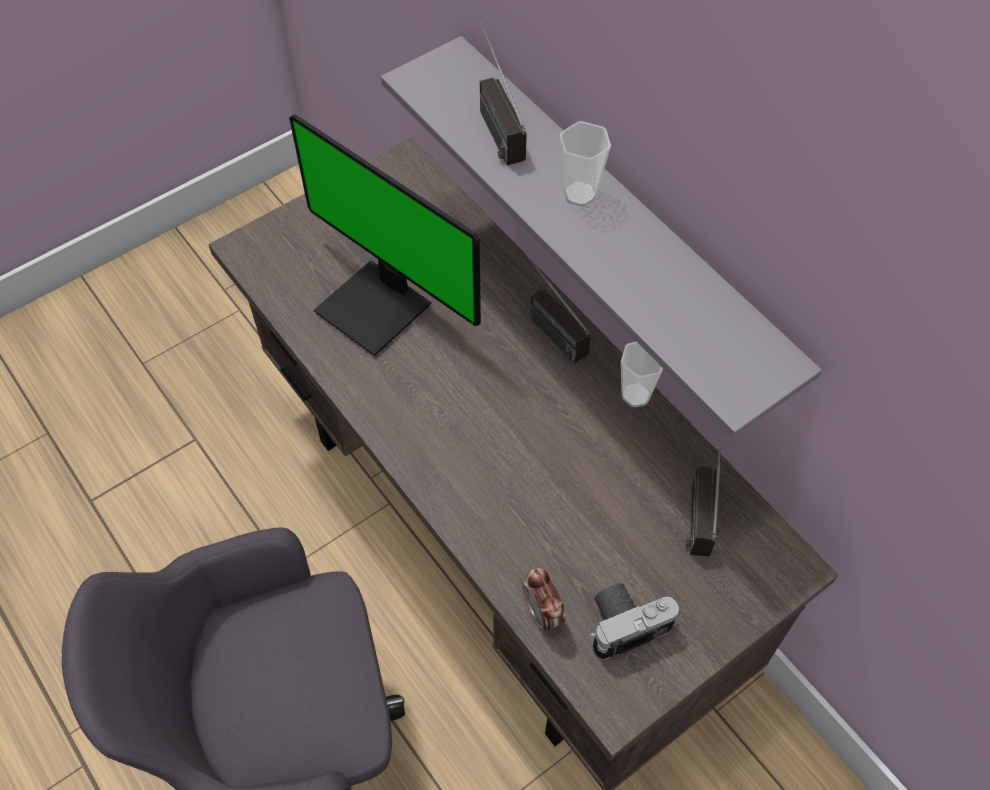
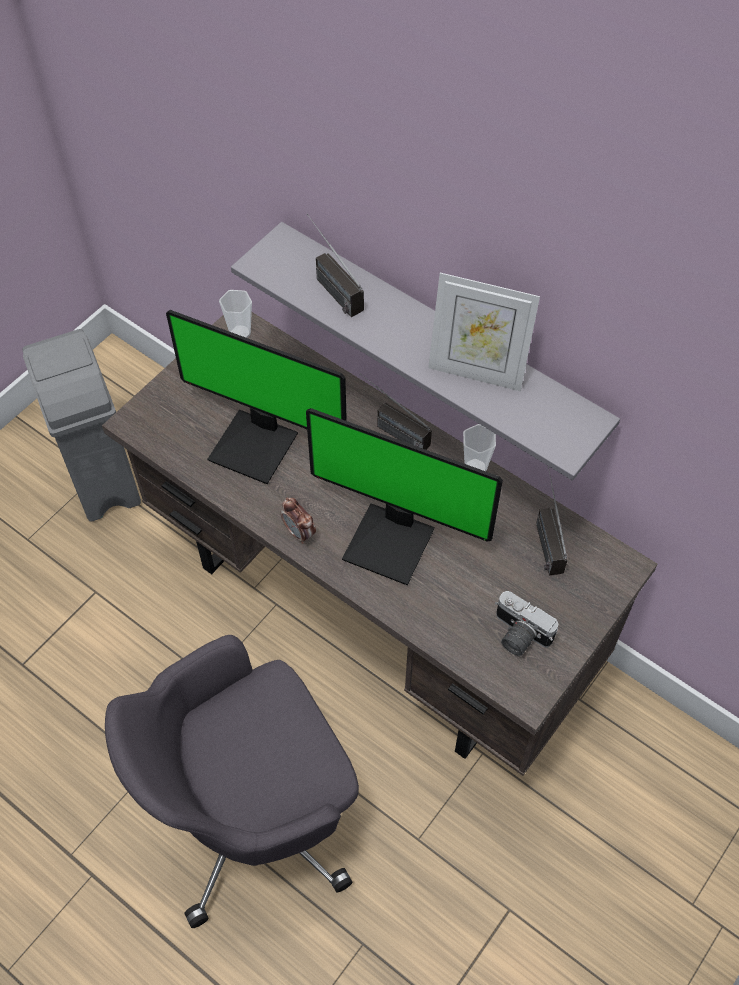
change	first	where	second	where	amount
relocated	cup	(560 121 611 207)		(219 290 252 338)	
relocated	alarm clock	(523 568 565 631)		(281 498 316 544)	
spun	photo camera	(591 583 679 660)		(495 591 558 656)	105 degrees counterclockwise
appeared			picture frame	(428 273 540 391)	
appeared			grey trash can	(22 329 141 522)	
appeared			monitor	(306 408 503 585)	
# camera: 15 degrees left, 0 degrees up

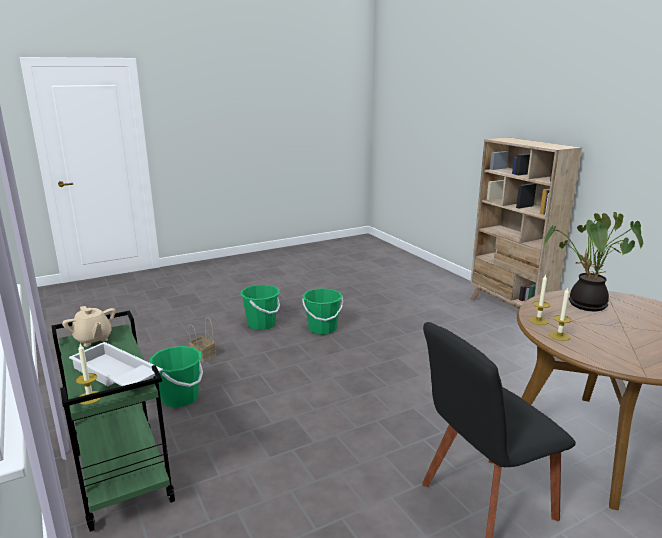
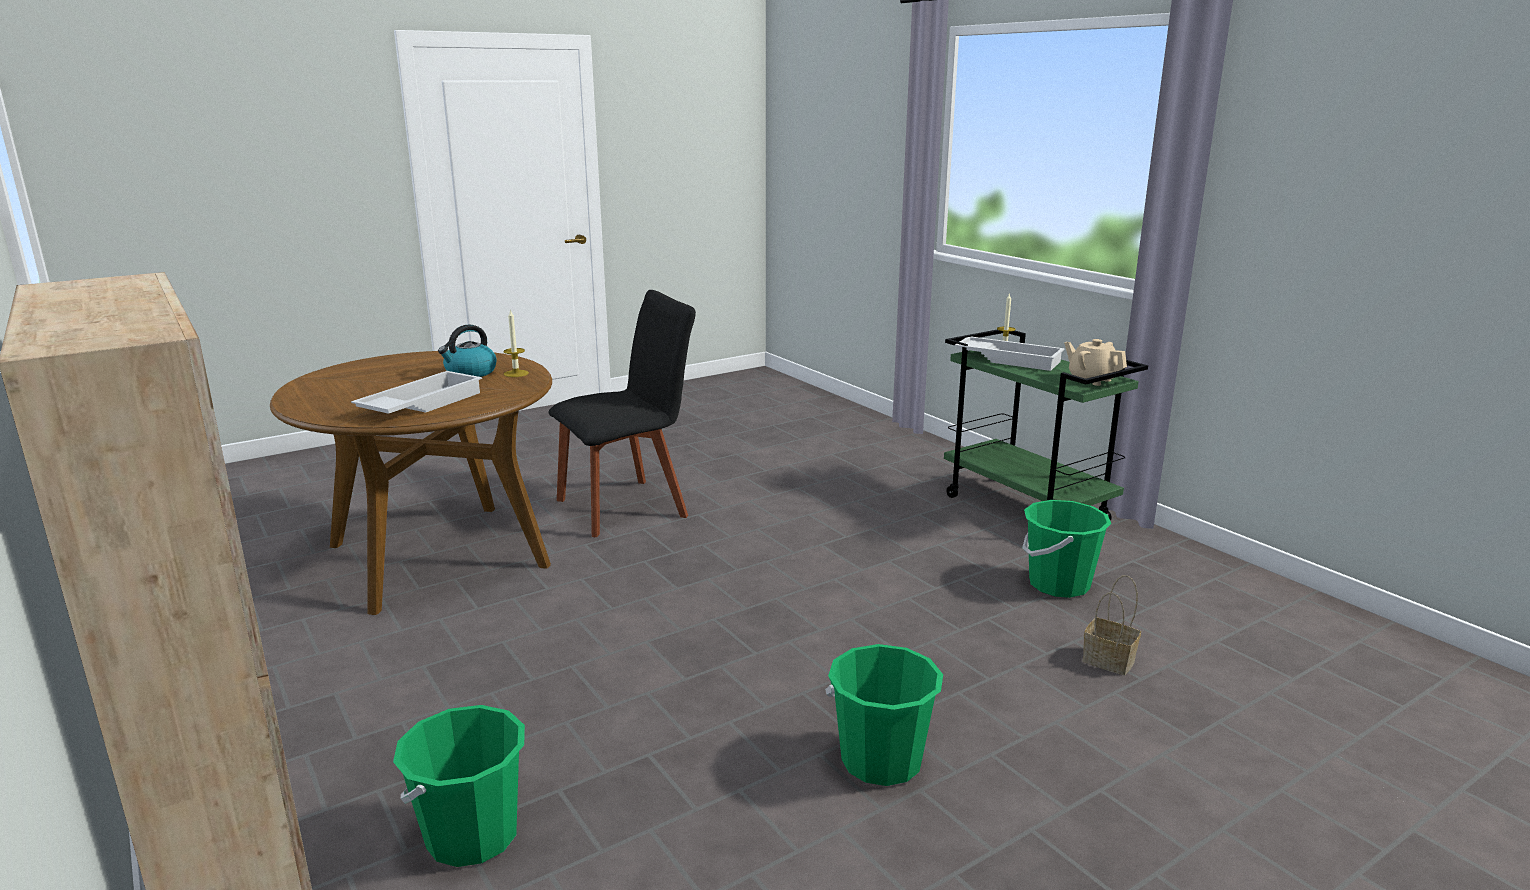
change	first	where	second	where	amount
exchanged	potted plant	(543 212 643 311)	white tray	(351 371 482 414)	
missing	candle	(529 275 550 325)			
relocated	green bucket	(241 285 280 330)		(393 705 525 867)	
appeared			kettle	(438 324 497 377)	
# camera: 175 degrees right, 0 degrees up

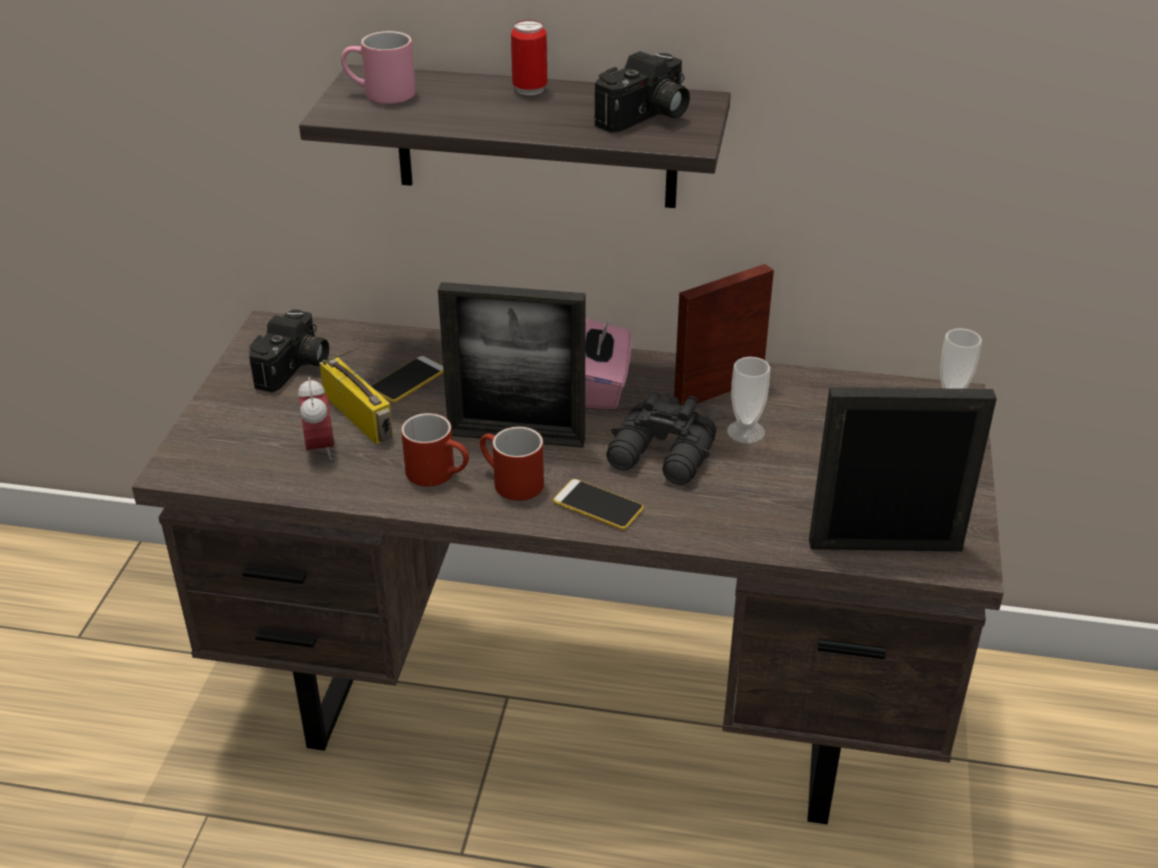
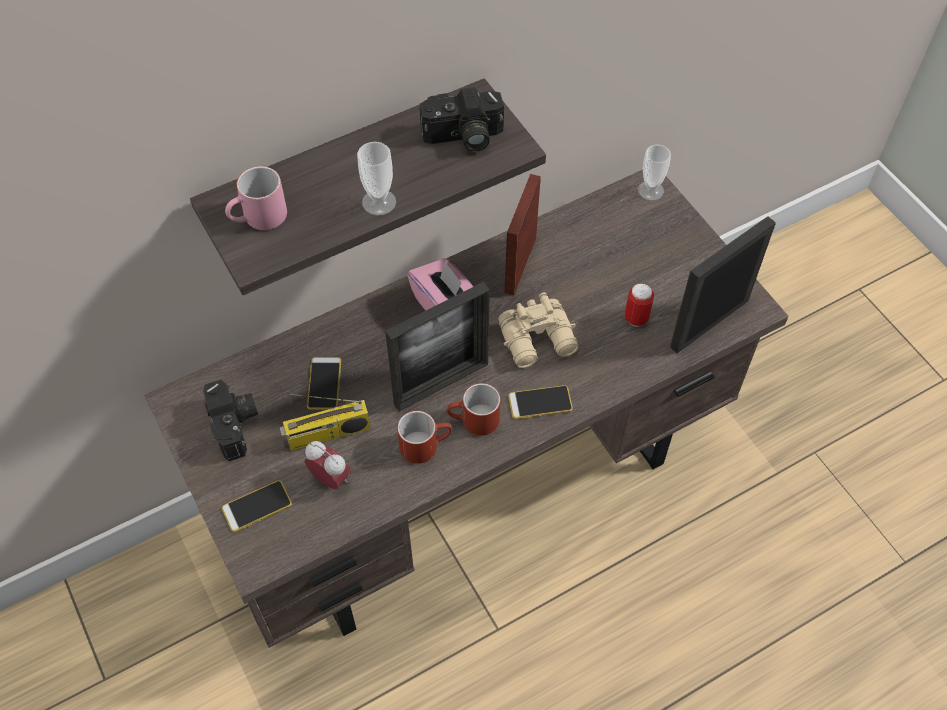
change	first	where	second	where	amount
relocated	can	(511 20 547 95)		(624 283 654 327)	
spun	photo camera	(594 51 690 133)		(419 87 504 151)	75 degrees clockwise
spun	radio	(319 347 393 444)		(280 394 371 451)	150 degrees clockwise
relocated	cup	(727 357 770 444)		(357 142 396 216)	
colour	black binoculars	(606 393 716 485)	beige binoculars	(498 293 579 368)	
appeared			phone	(222 480 292 532)	
# camera: 40 degrees left, 20 degrees up

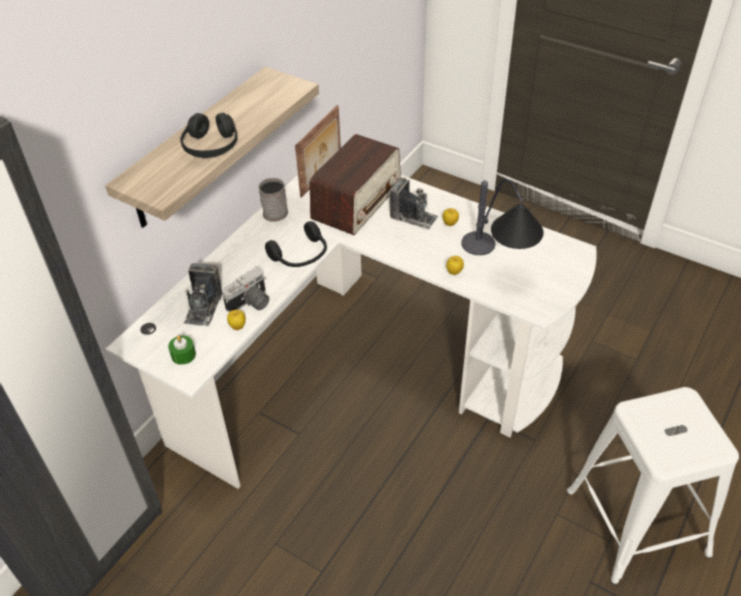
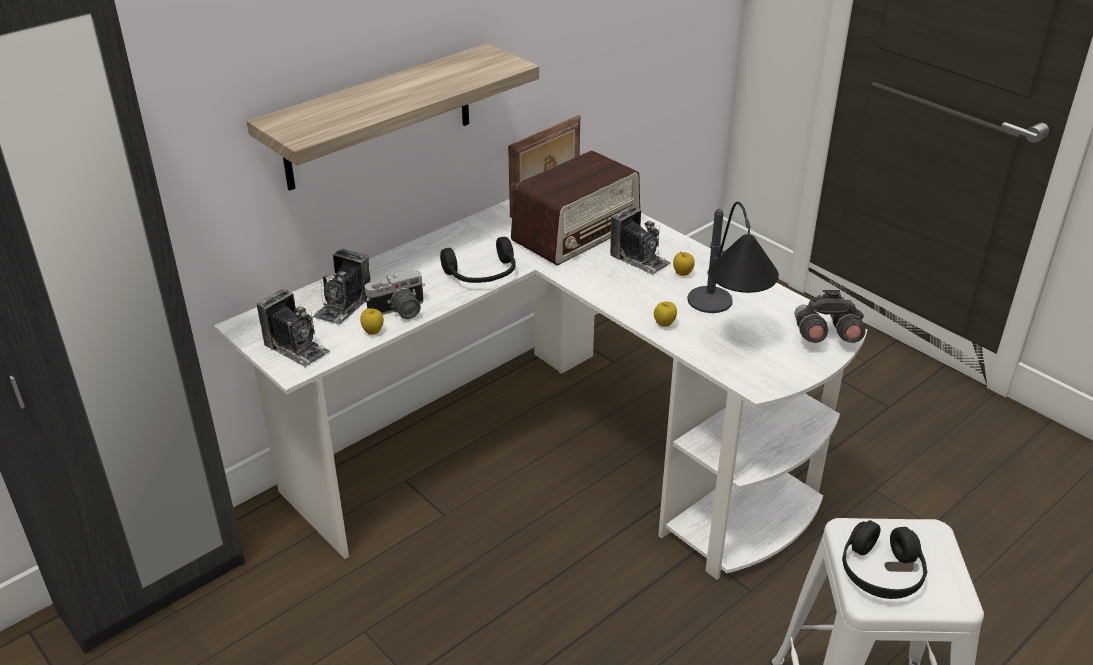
change	first	where	second	where	amount
relocated	black headphones	(180 112 237 158)		(842 520 927 599)	
missing	grey mug	(258 178 288 222)			
exchanged	green candle	(168 335 196 365)	photo camera	(257 289 330 368)	
appeared			grey binoculars	(794 290 866 343)	
# camera: 15 degrees right, 10 degrees down

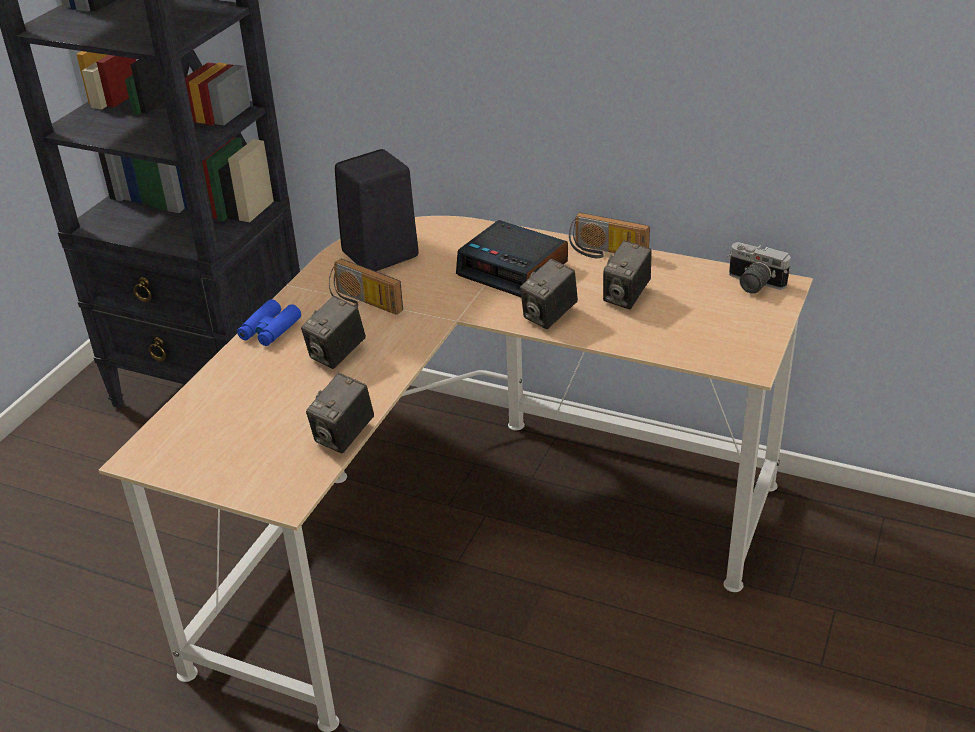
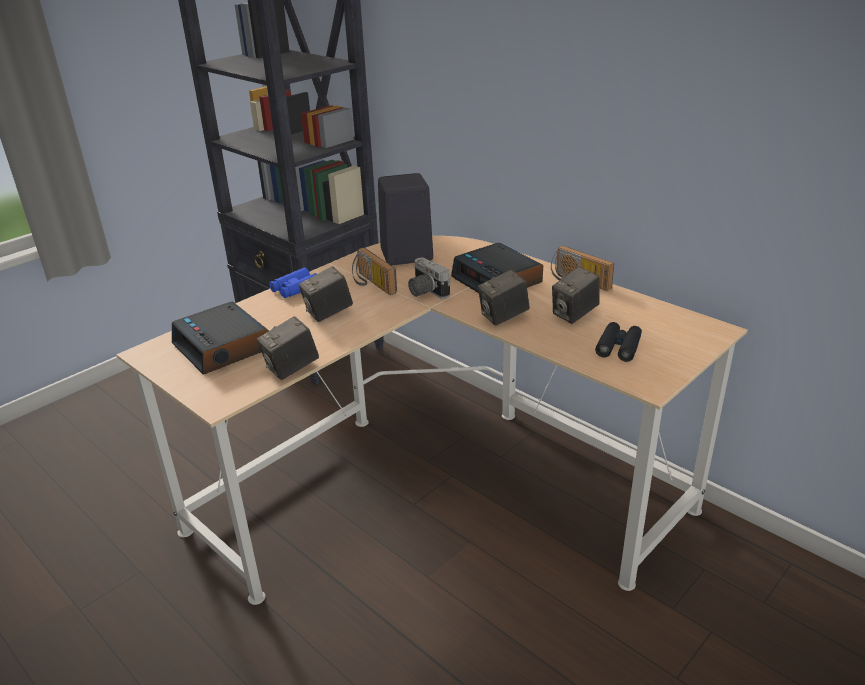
change	first	where	second	where	amount
relocated	photo camera	(728 242 791 294)		(408 258 451 299)	
appeared			alarm clock	(172 302 269 375)	
appeared			black binoculars	(595 322 642 362)	
# camera: 20 degrees right, 5 degrees down

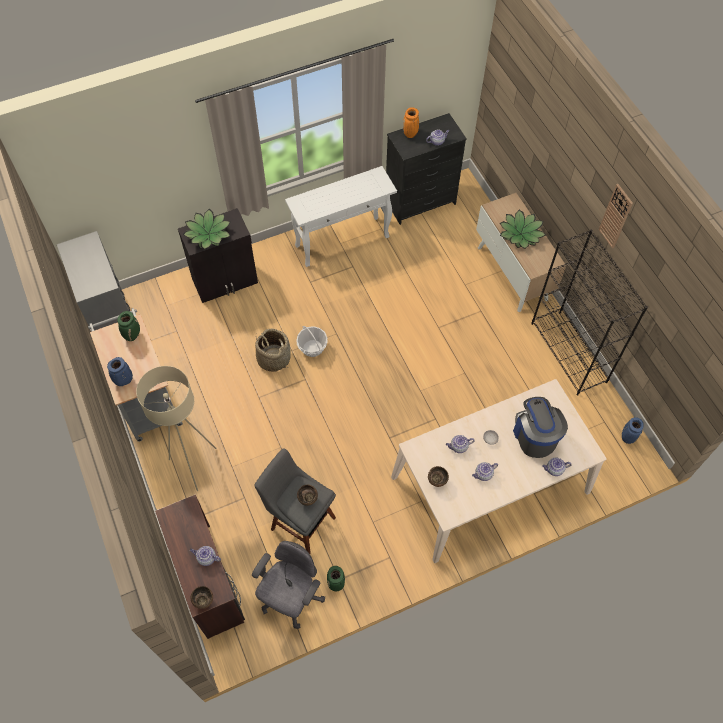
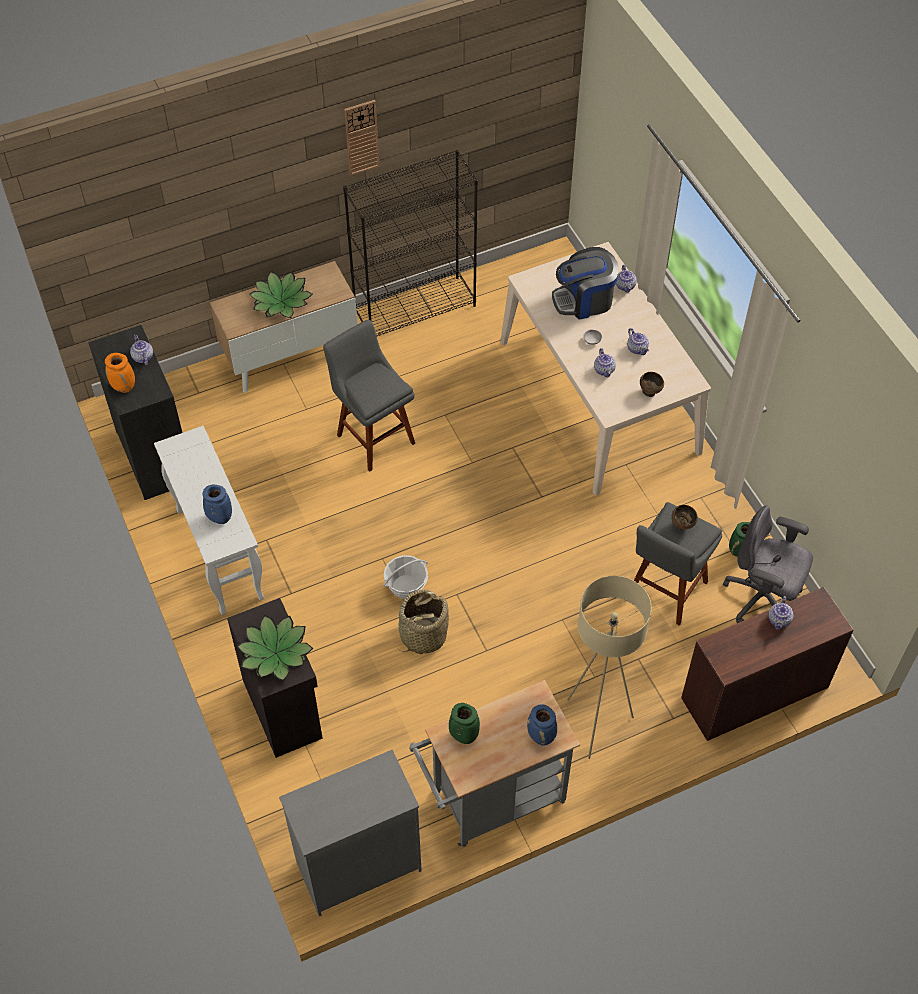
change	first	where	second	where	amount
relocated	blue vase	(622 417 643 444)		(203 485 232 524)	
missing	brown bowl	(190 586 213 609)			
appeared			grey stool	(323 320 415 471)	
# camera: 90 degrees left, 5 degrees down

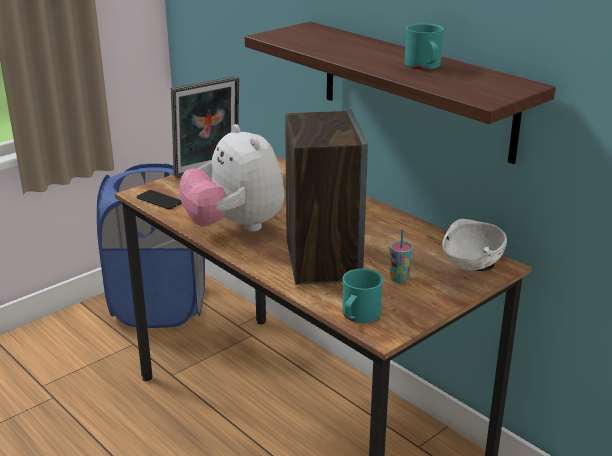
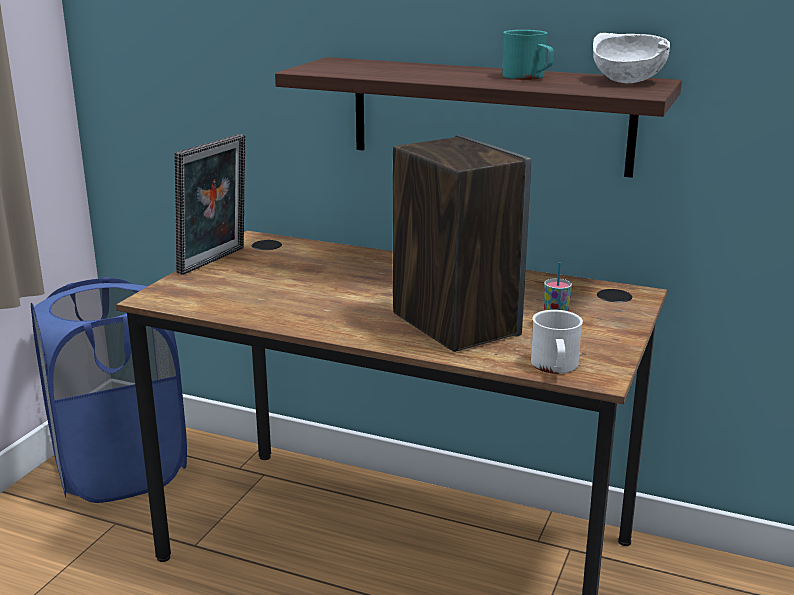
change	first	where	second	where	amount
missing	plush toy	(179 124 285 232)			
missing	phone	(137 190 182 210)			
relocated	white bowl	(442 219 507 270)		(593 33 670 83)	
colour	turquoise mug	(342 269 383 323)	white mug	(531 310 583 374)	
# camera: 25 degrees left, 5 degrees down

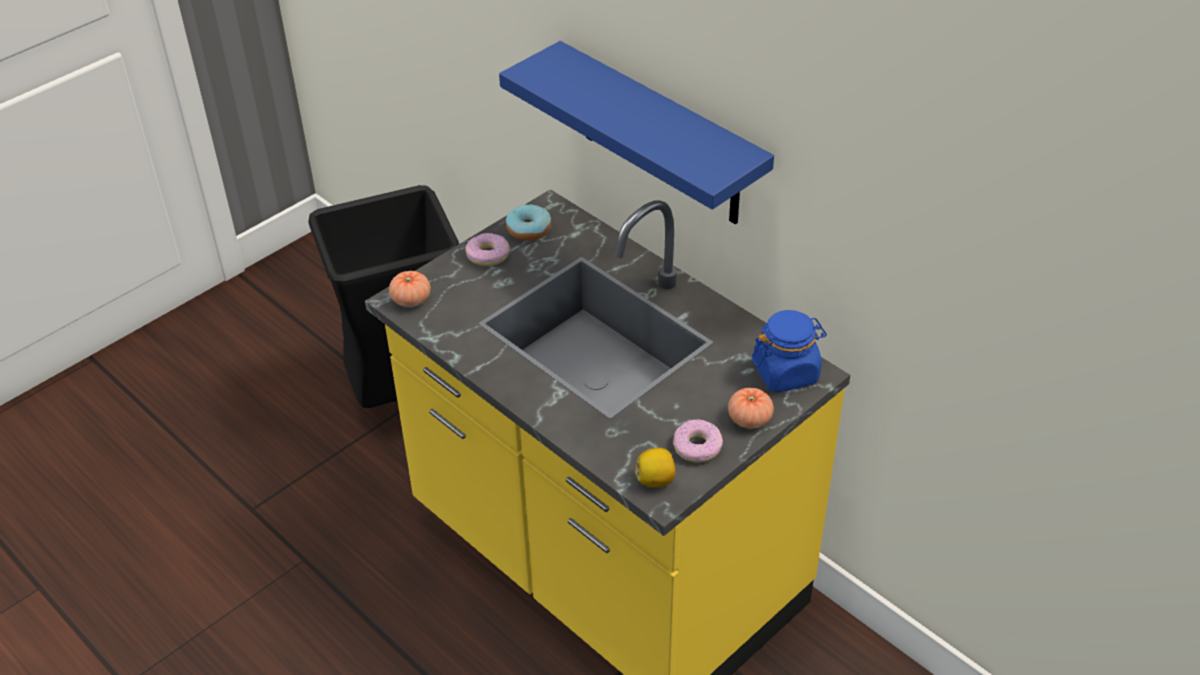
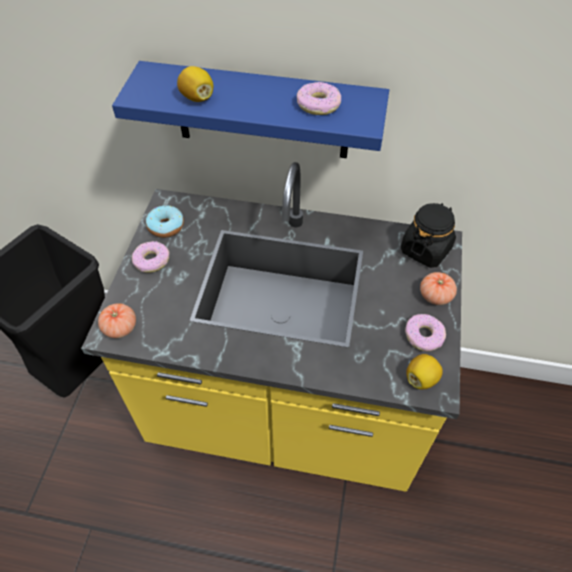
change	first	where	second	where	amount
colour	blue jar	(752 310 827 392)	black jar	(401 203 456 268)	
appeared			lemon	(177 66 213 102)	
appeared			donut	(297 82 341 115)	
# camera: 35 degrees left, 10 degrees up

